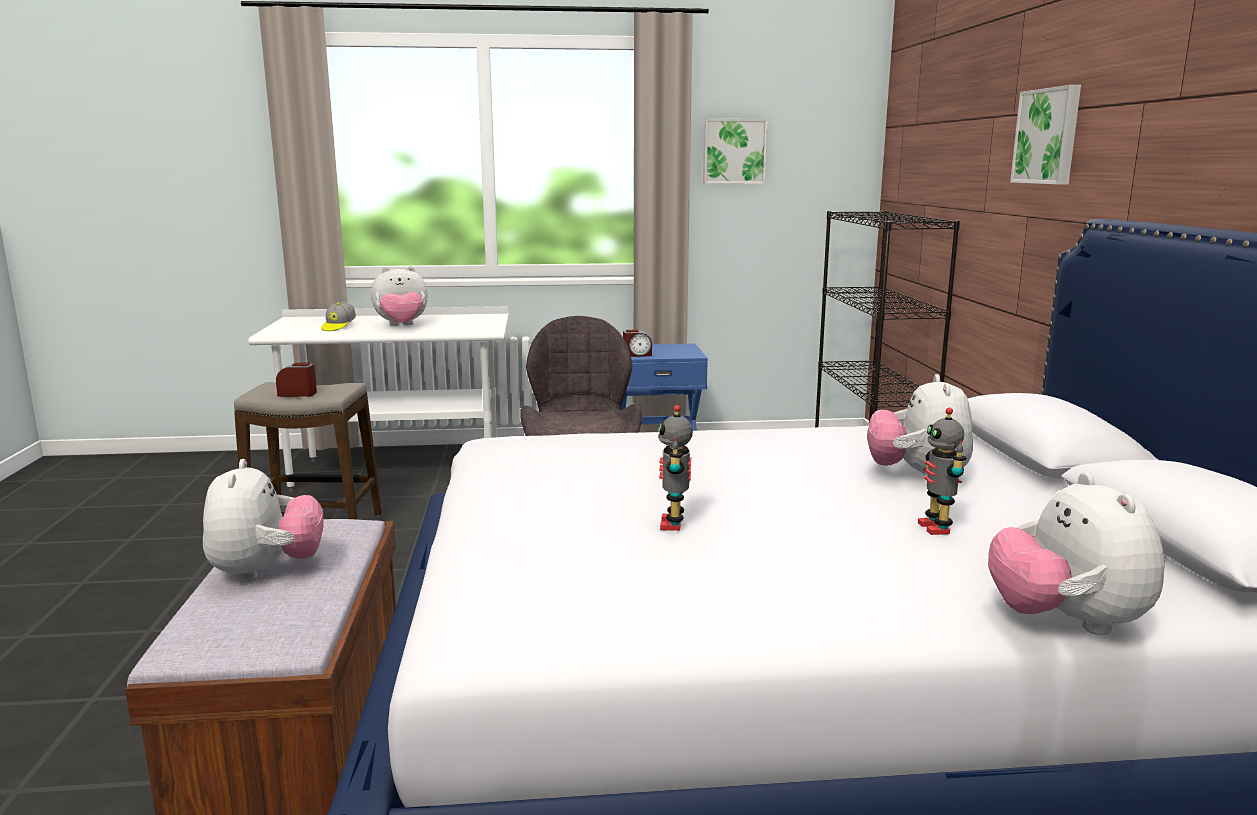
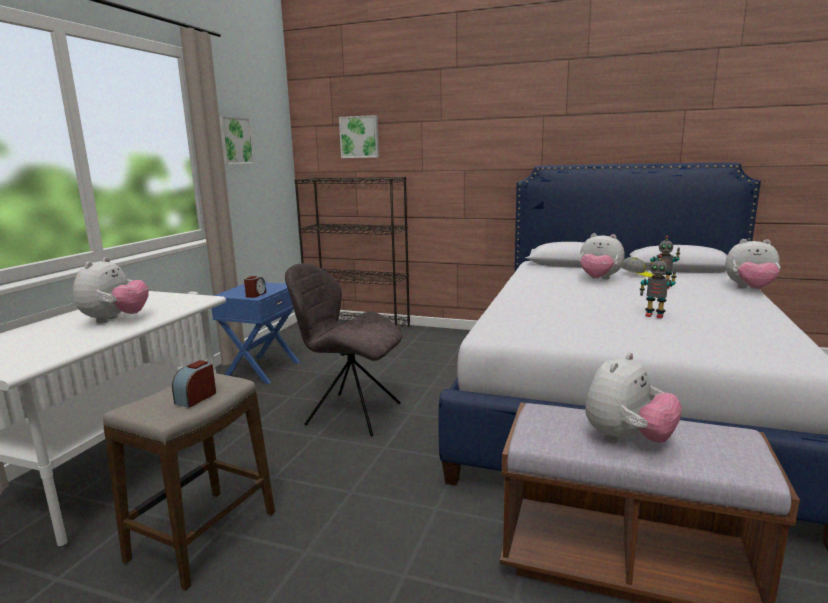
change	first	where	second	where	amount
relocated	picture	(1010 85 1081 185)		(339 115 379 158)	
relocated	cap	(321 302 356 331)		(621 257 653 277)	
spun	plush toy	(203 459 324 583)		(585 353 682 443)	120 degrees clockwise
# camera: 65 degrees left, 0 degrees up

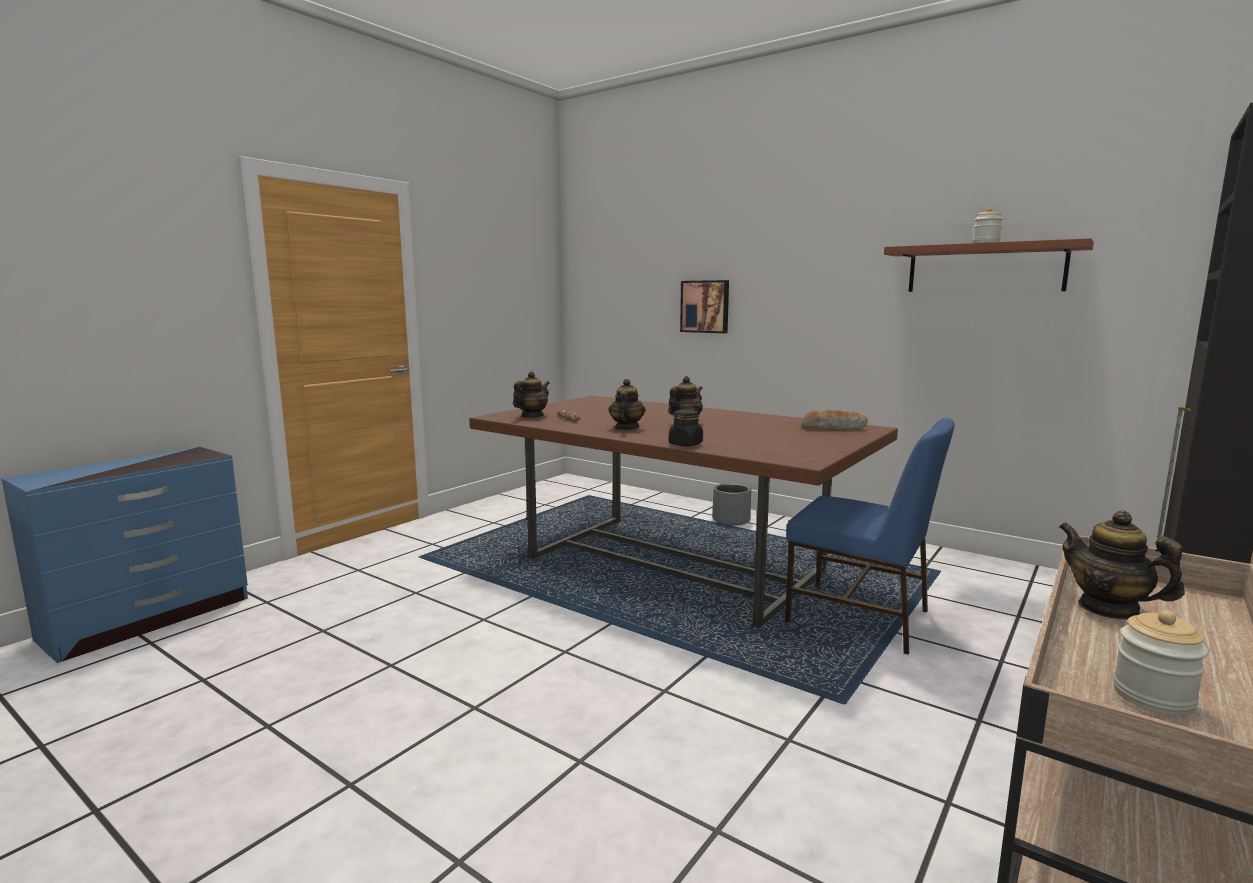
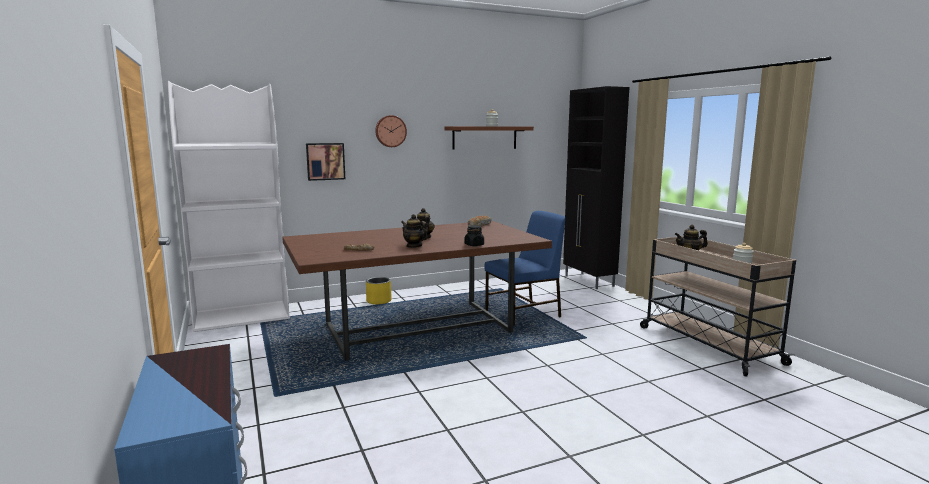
change	first	where	second	where	amount
missing	teapot	(513 371 550 417)			
colour	grey planter	(712 483 751 526)	yellow planter	(366 277 392 305)	
appeared			white bookcase	(168 81 290 332)	
appeared			wall clock	(375 115 407 147)	
# camera: 60 degrees left, 0 degrees up

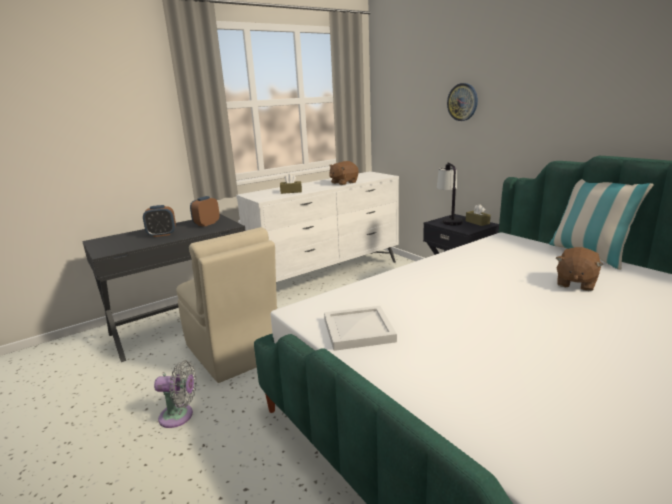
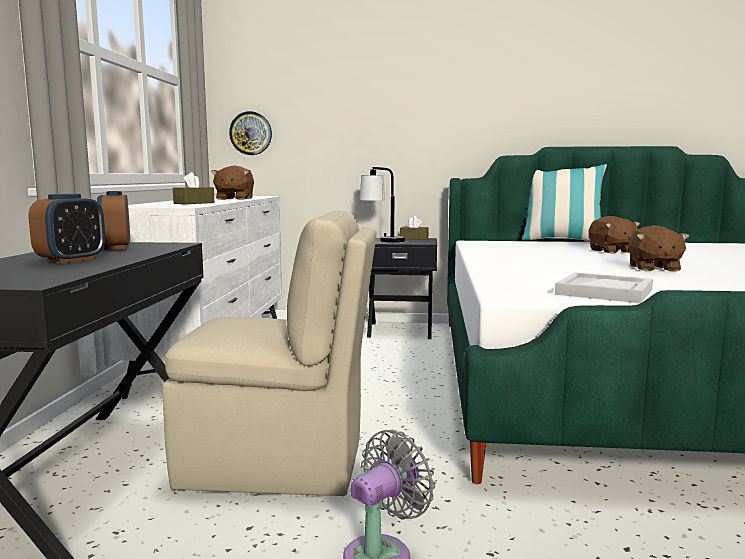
change	first	where	second	where	amount
relocated	wall clock	(447 83 478 121)		(229 111 272 155)	
appeared			brown plush toy	(628 225 689 272)	
# camera: 50 degrees left, 10 degrees down

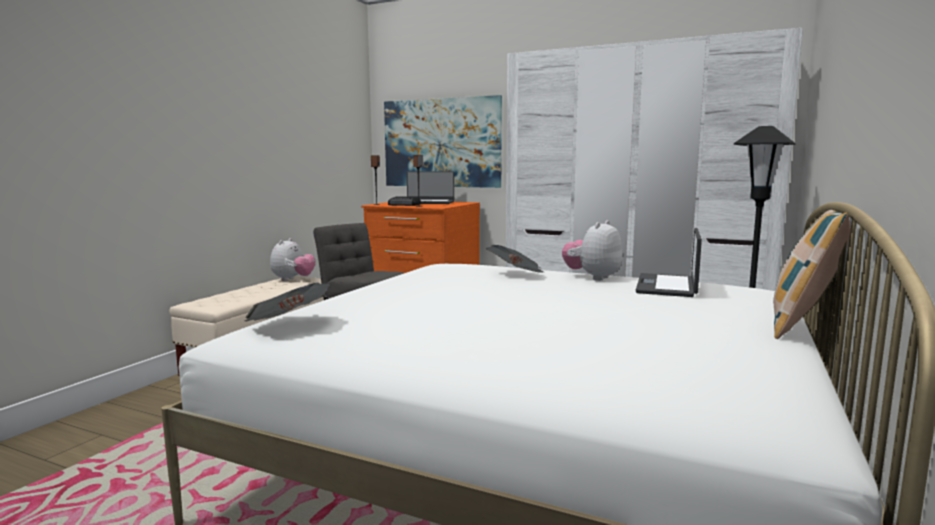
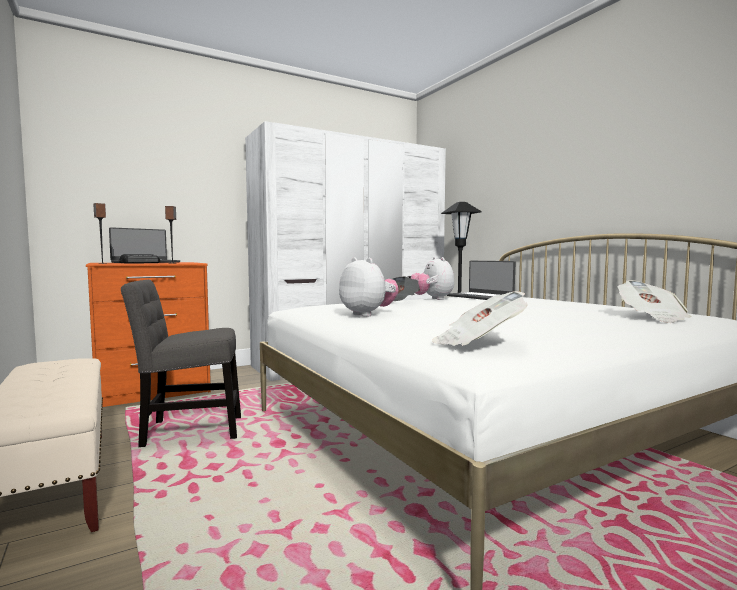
change	first	where	second	where	amount
missing	picture	(384 95 502 188)			
missing	pillow	(773 210 851 339)			
relocated	plush toy	(270 238 315 281)		(339 257 399 317)	
appeared			newspaper	(618 280 692 323)	
# camera: 55 degrees left, 5 degrees down

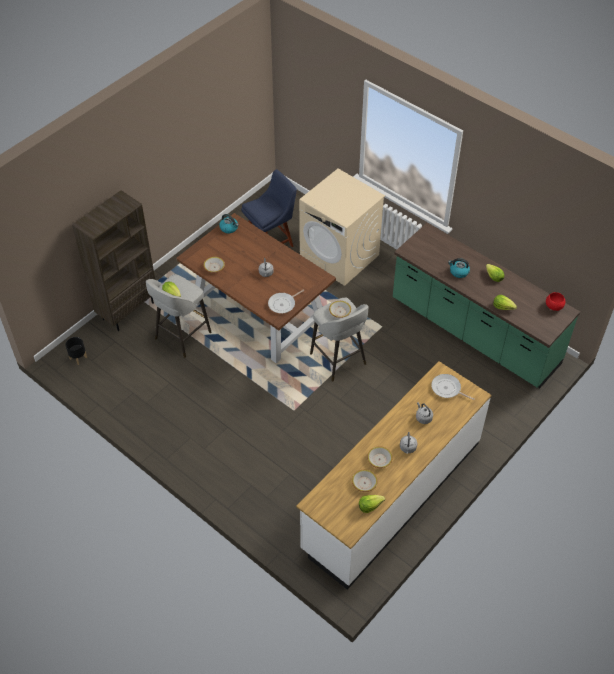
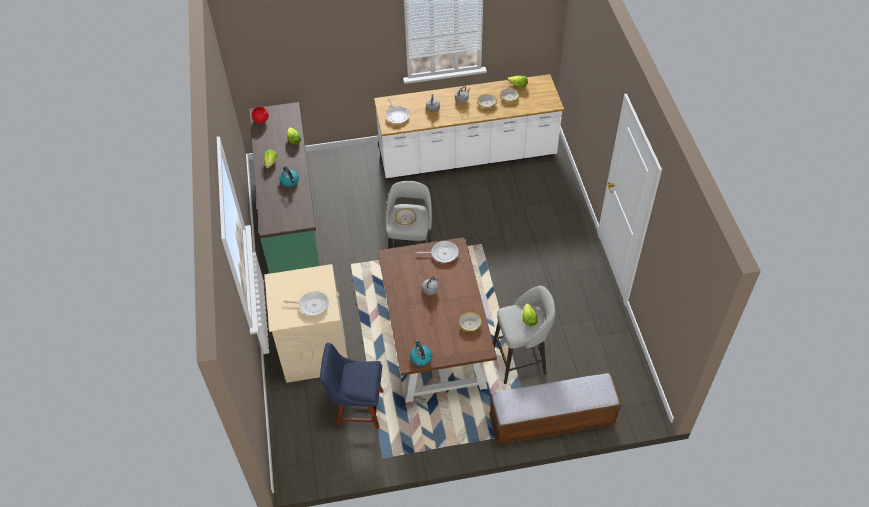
change	first	where	second	where	amount
exchanged	brown bookcase	(72 190 155 331)	bench	(489 373 622 445)	
missing	black planter	(65 337 87 365)			
appeared			frying pan	(283 291 329 316)	
# camera: 140 degrees left, 0 degrees up

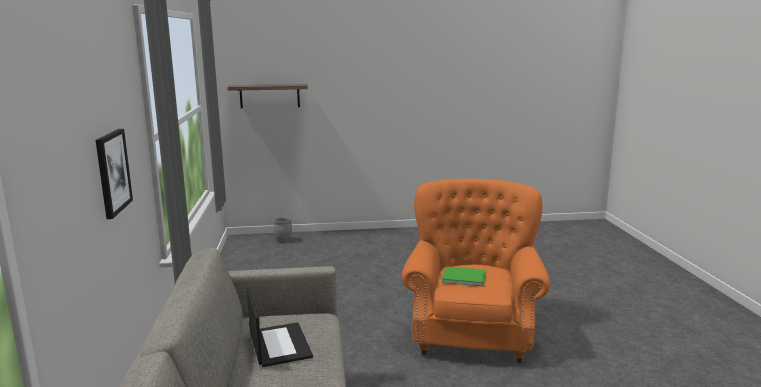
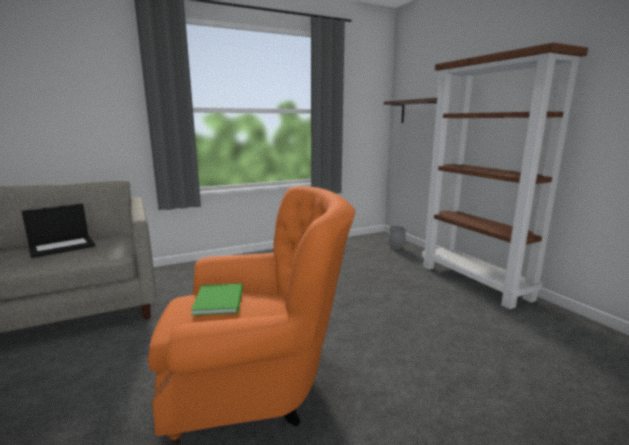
change	first	where	second	where	amount
missing	picture	(96 129 133 219)			
appeared			brown bookcase	(422 42 588 309)	
# camera: 70 degrees right, 0 degrees up

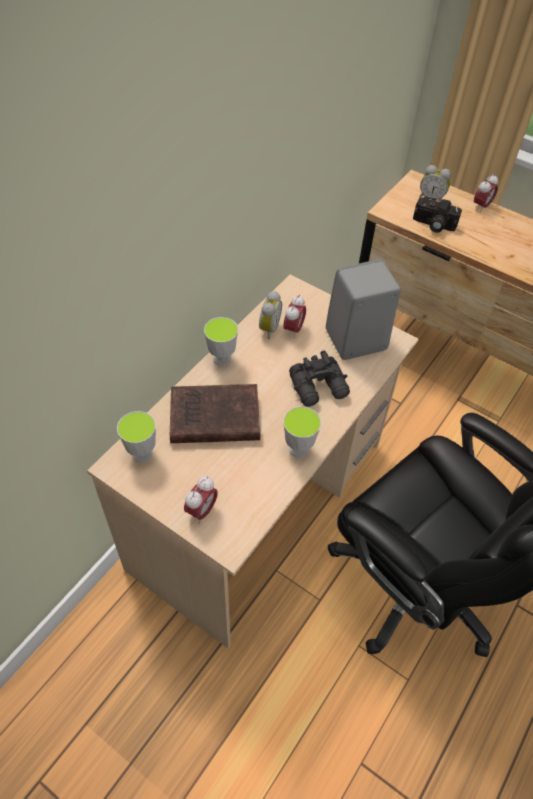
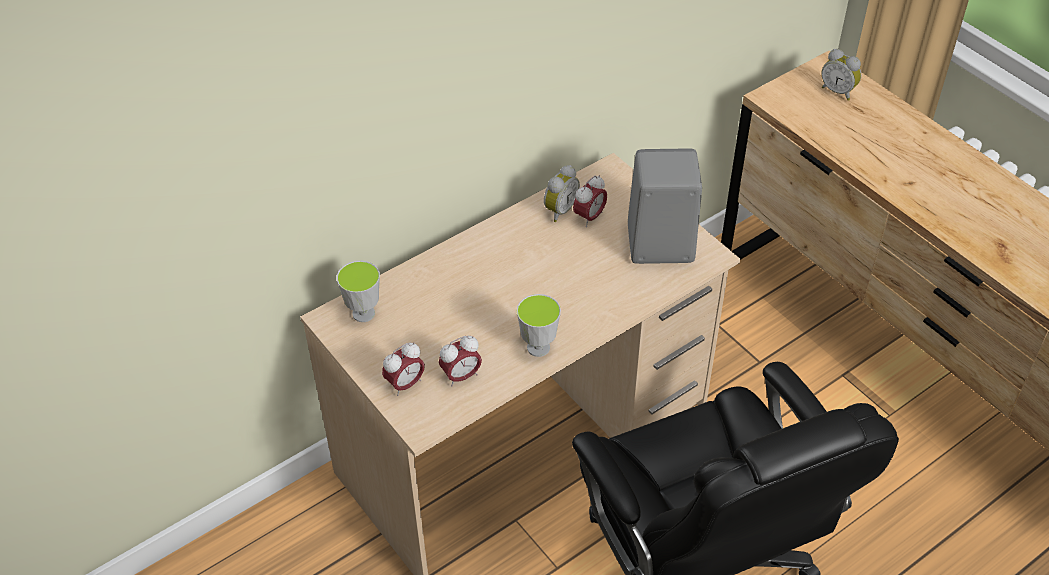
change	first	where	second	where	amount
relocated	alarm clock	(474 174 499 212)		(439 336 482 387)	
missing	photo camera	(413 197 462 233)			
missing	cup	(204 317 238 366)			
missing	black binoculars	(289 350 350 407)			
missing	brown book	(170 384 260 443)			
# camera: 20 degrees right, 5 degrees down

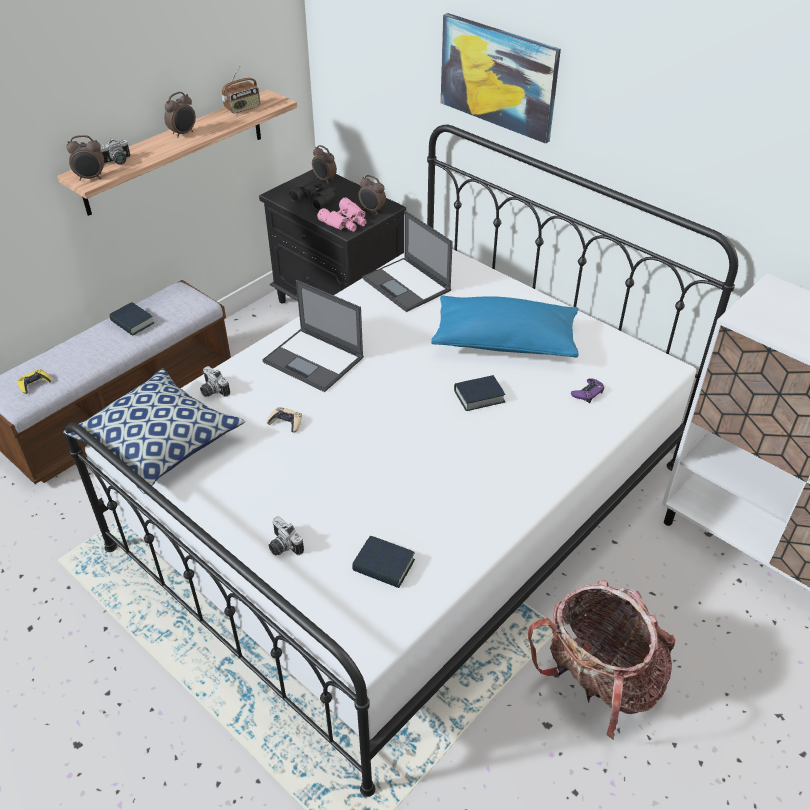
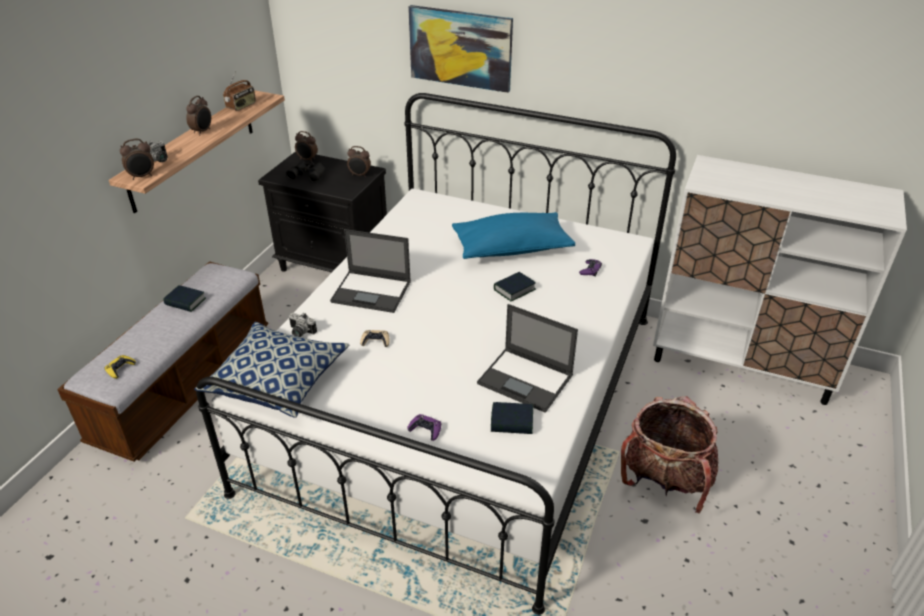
change	first	where	second	where	amount
missing	pink binoculars	(317 197 367 232)			
relocated	laptop	(362 211 453 312)		(477 304 578 413)	
exchanged	photo camera	(269 516 304 556)	purple game controller	(407 414 441 441)	
# camera: 20 degrees left, 5 degrees down

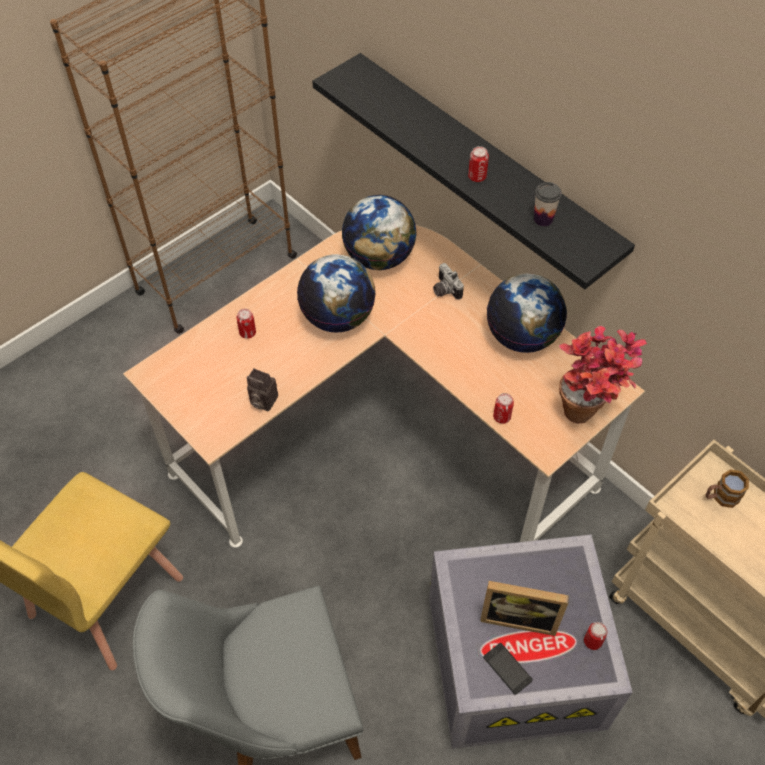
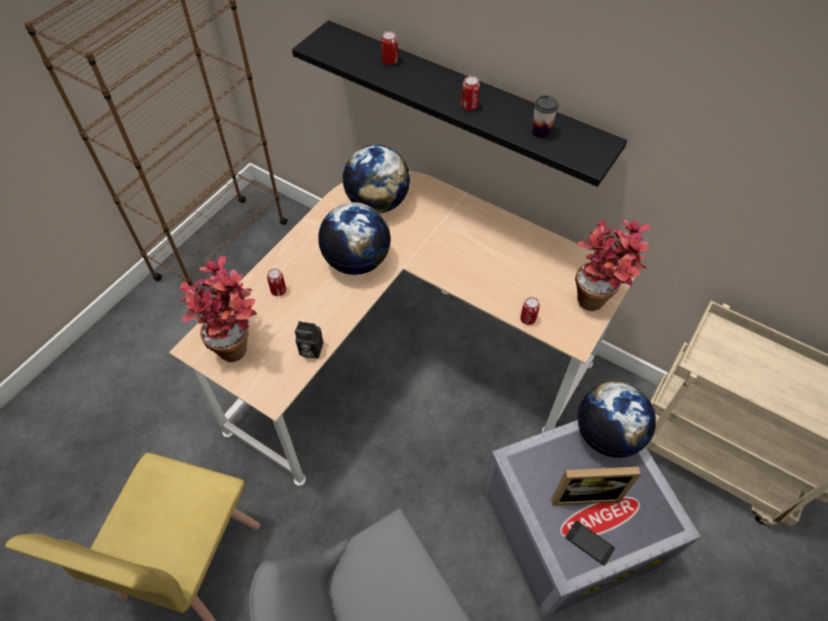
change	first	where	second	where	amount
missing	photo camera	(433 263 464 300)			
relocated	globe	(487 273 567 353)		(577 382 656 458)	
missing	mug	(705 469 749 508)			
relocated	can	(584 622 607 650)		(381 31 398 65)	
appeared			potted plant	(180 256 257 362)	
# camera: 15 degrees left, 0 degrees up

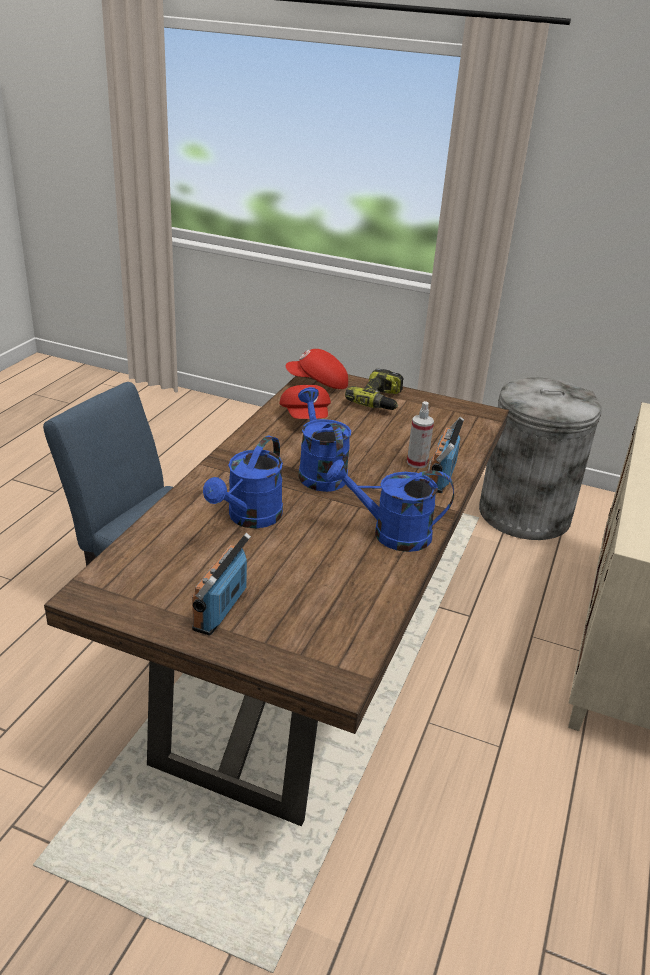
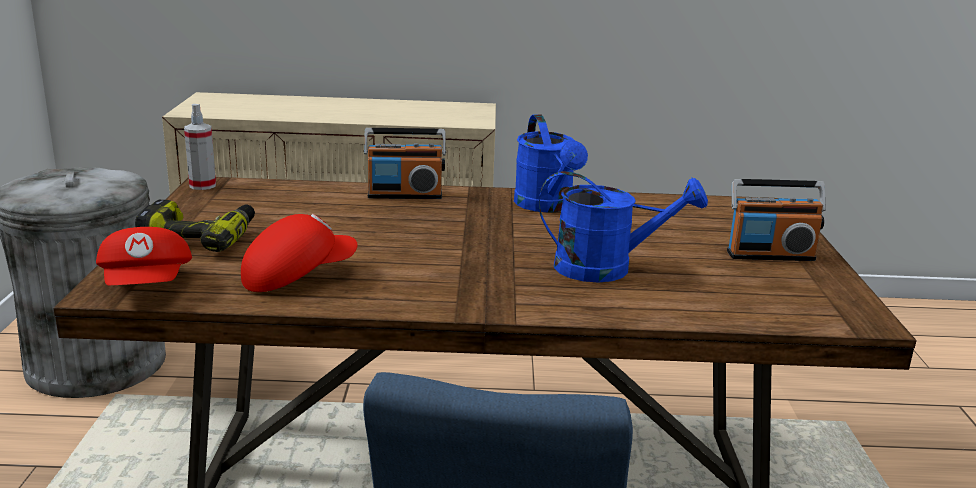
change	first	where	second	where	amount
missing	blue watering can	(298 387 351 492)			
relocated	spray bottle	(407 401 434 469)		(184 104 216 190)	
# camera: 110 degrees left, 10 degrees down

